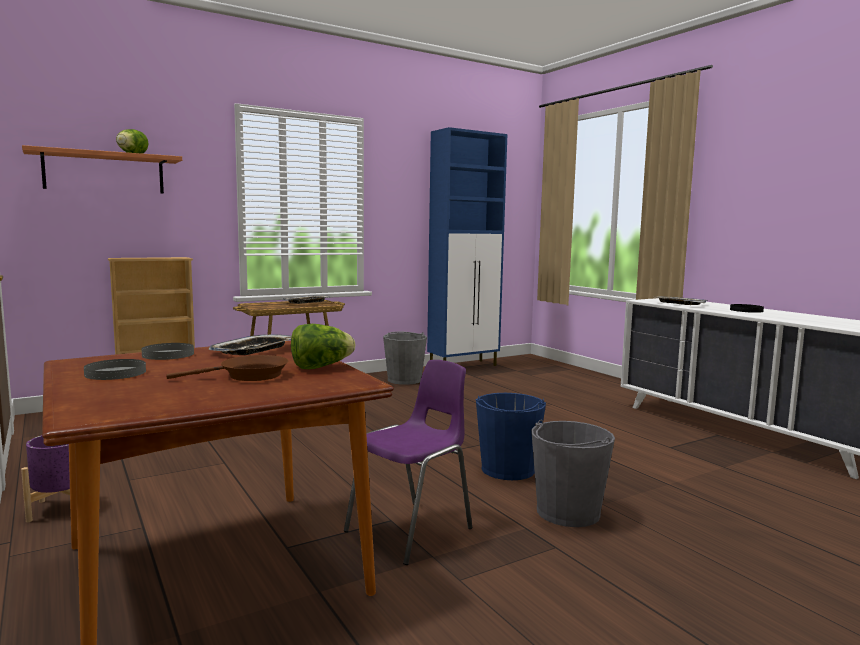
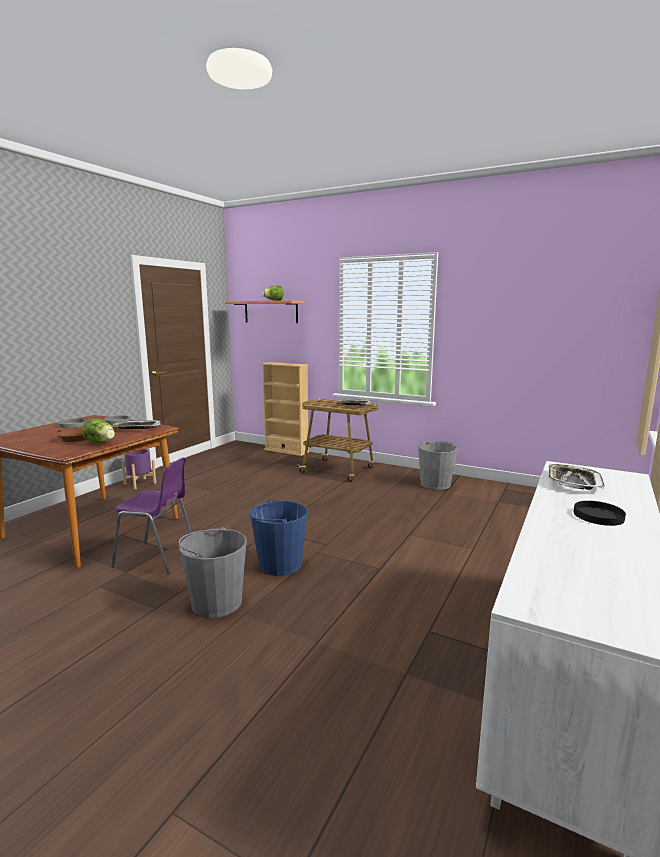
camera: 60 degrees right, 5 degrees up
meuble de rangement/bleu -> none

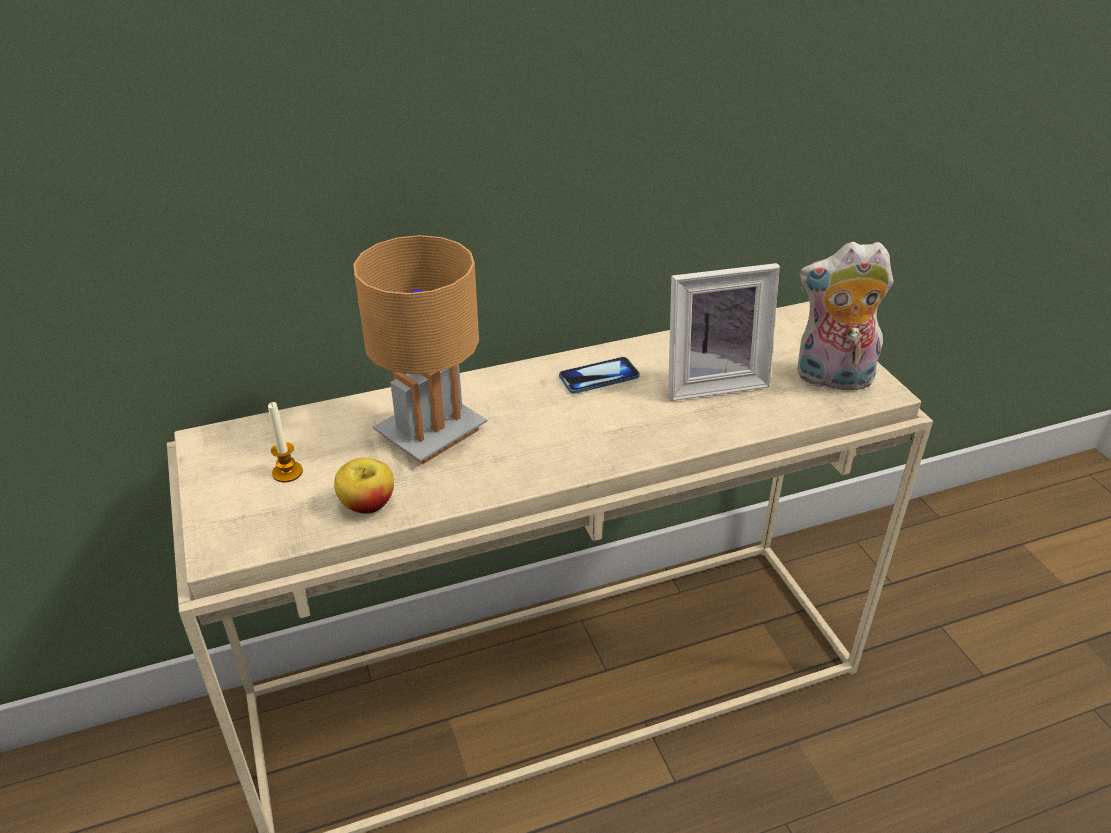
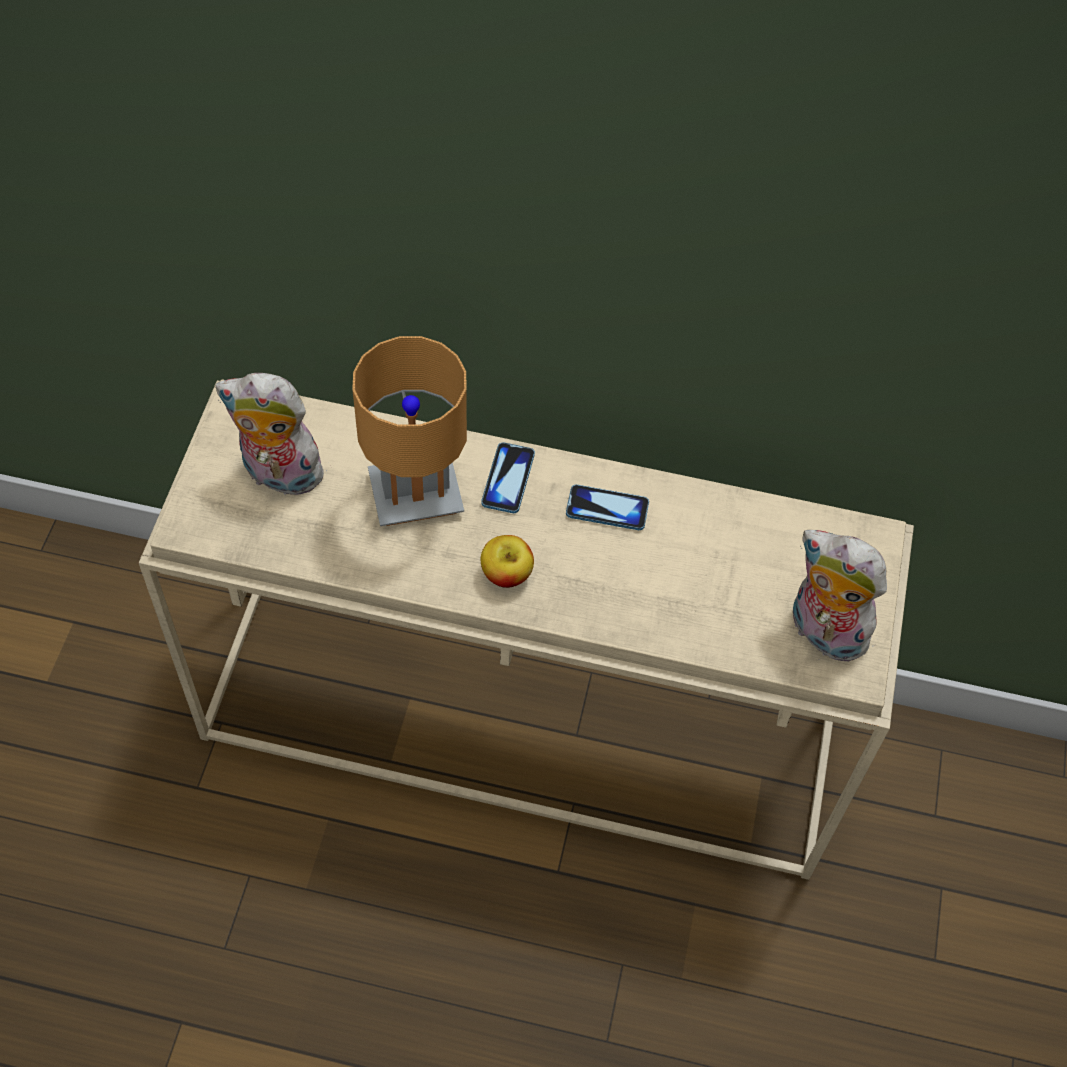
camera: 30 degrees right, 20 degrees up
bougie -> peluche (no. 1 from left)
pomme, relocated
cadre photo -> none
none -> téléphone (no. 1 from left)

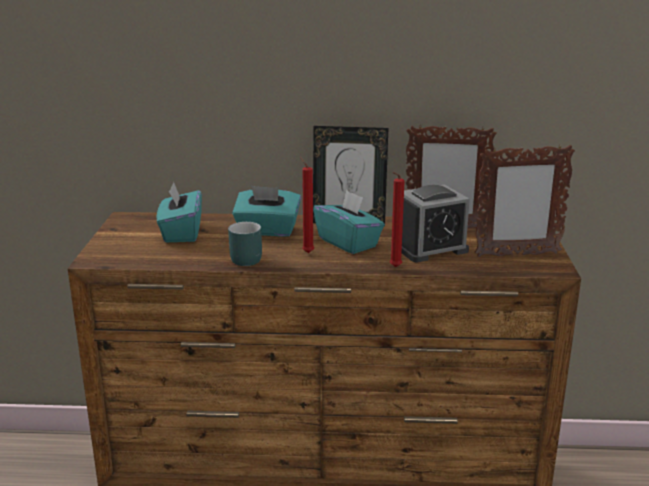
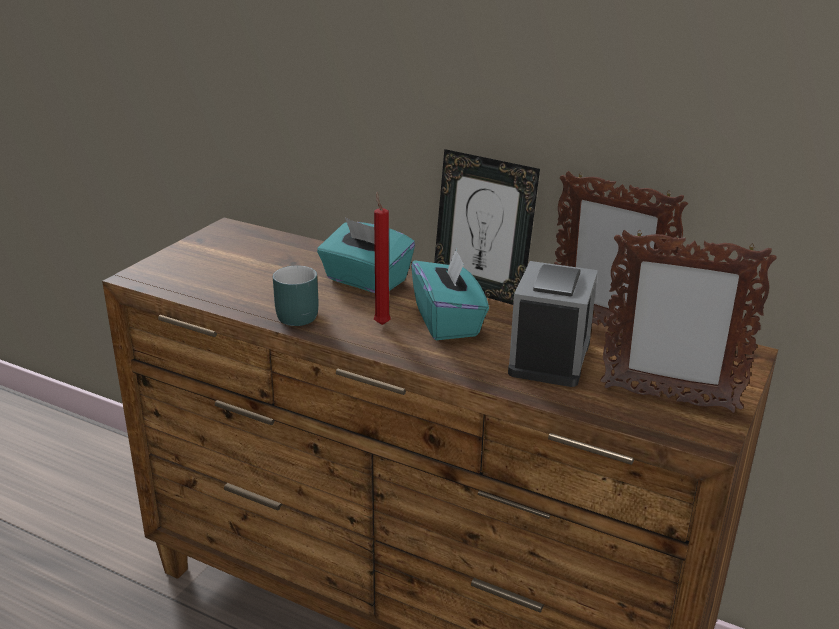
camera: 25 degrees right, 5 degrees up
boîte à mouchoirs/turquoise (no. 1 from left) -> none
bougie/rouge (no. 2 from left) -> none
réveil, 75 degrees counterclockwise

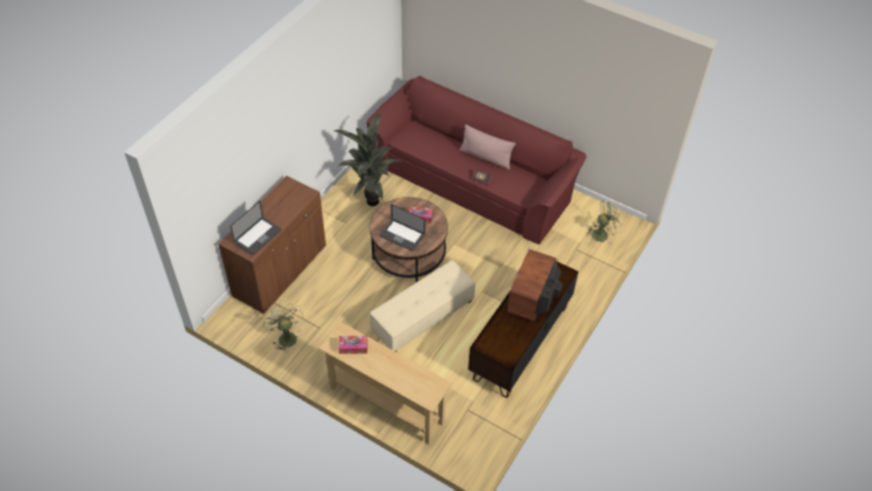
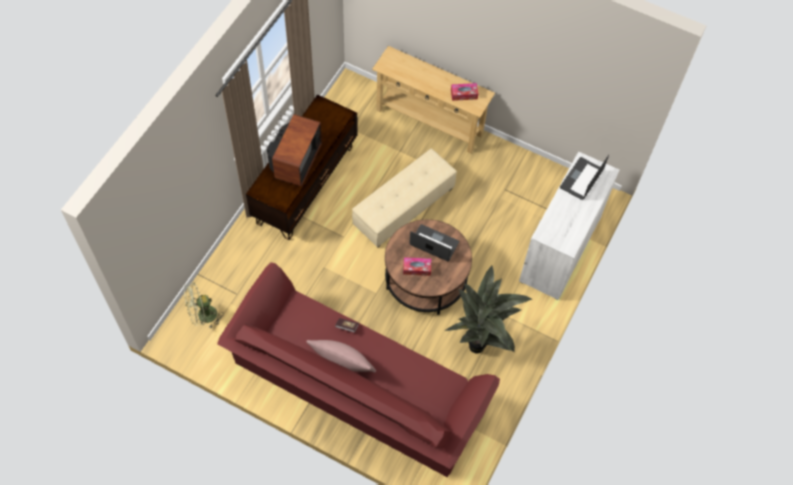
camera: 175 degrees right, 10 degrees up
meuble de rangement/marron -> meuble de rangement/blanc
ventilateur/vert (no. 1 from left) -> none

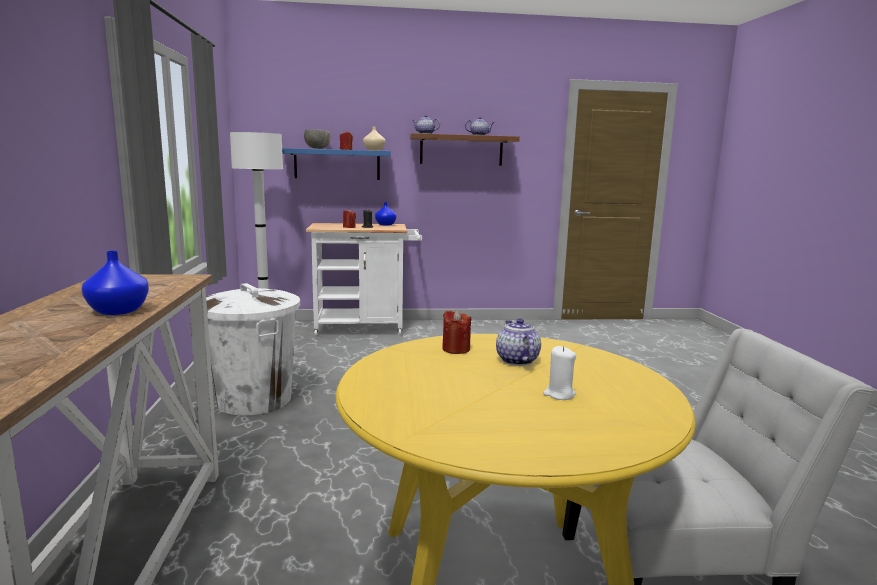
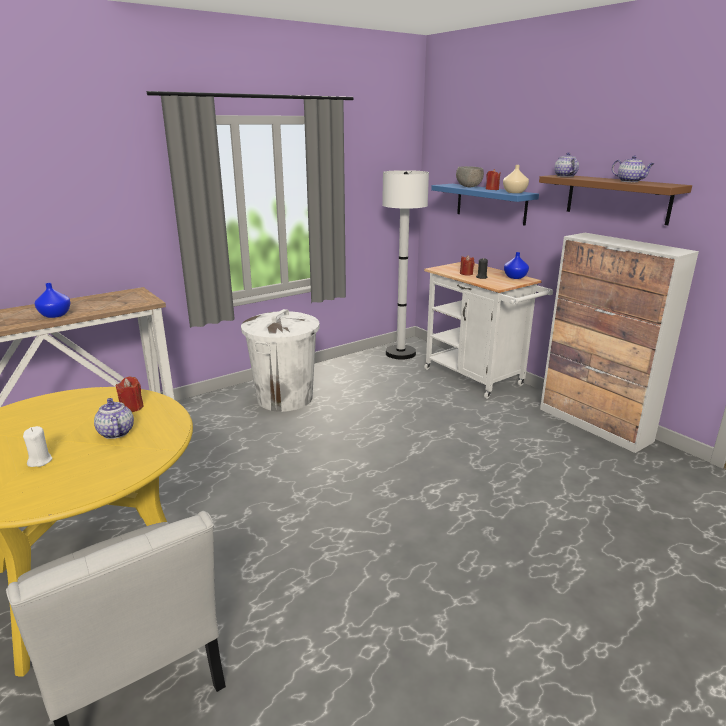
camera: 60 degrees right, 10 degrees up
théière (no. 3 from left in the first image) -> théière (no. 1 from left), 75 degrees counterclockwise
none -> meuble de rangement

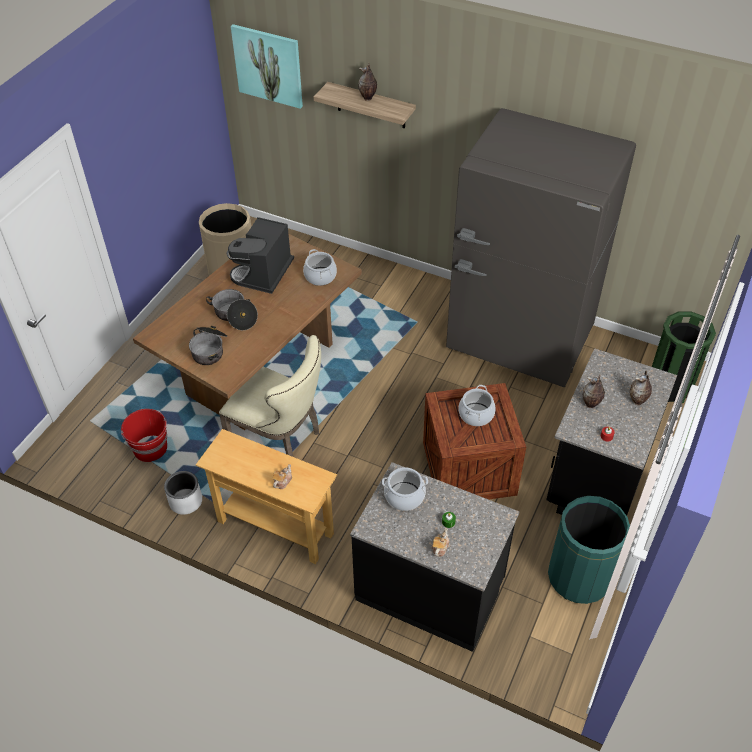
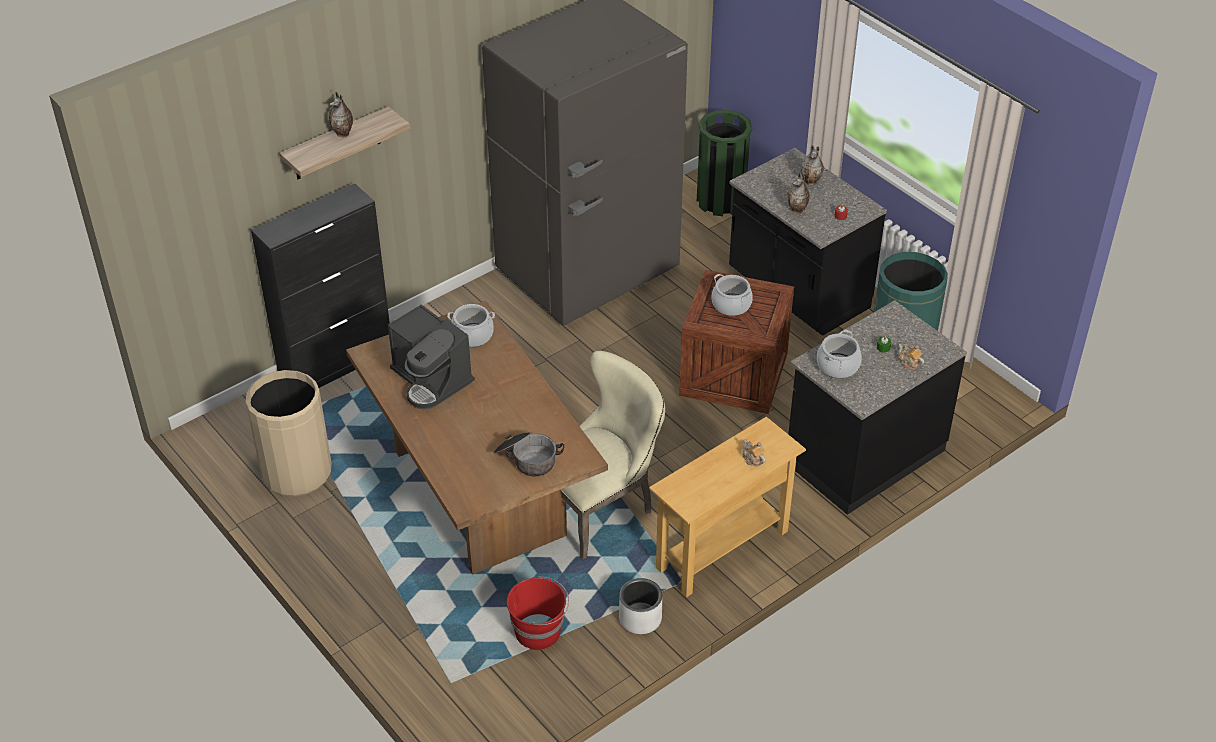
camera: 65 degrees left, 5 degrees down
marmite (no. 2 from left) -> none
tableau -> none
none -> meuble de rangement/noir

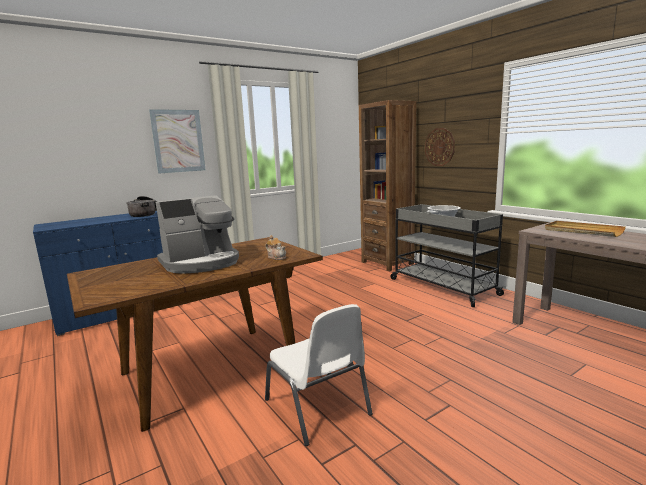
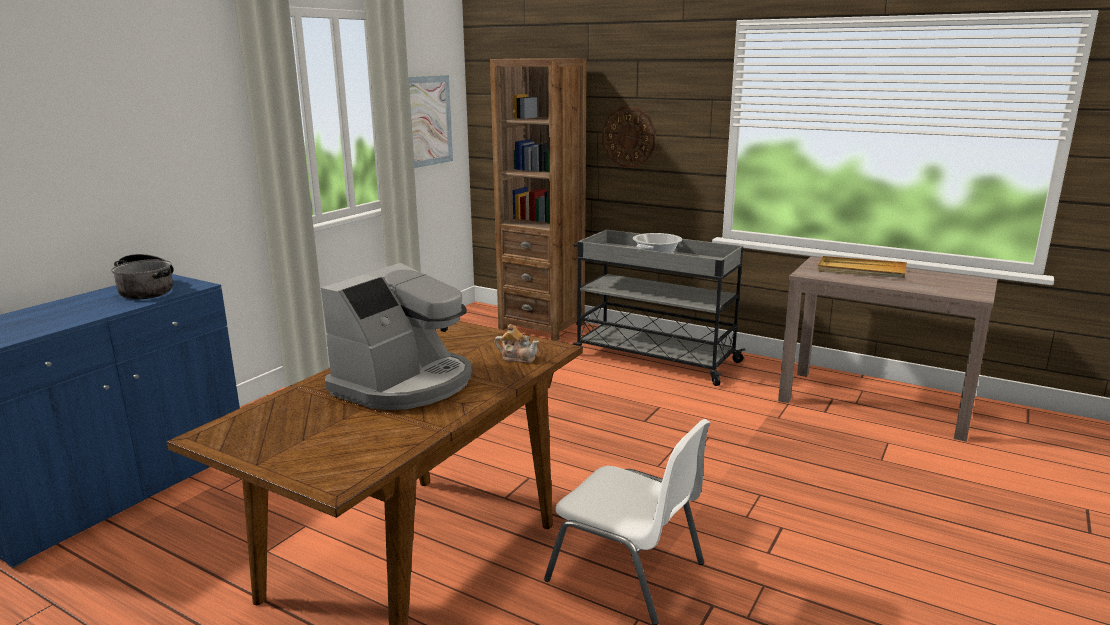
camera: 25 degrees left, 5 degrees up
tableau, relocated

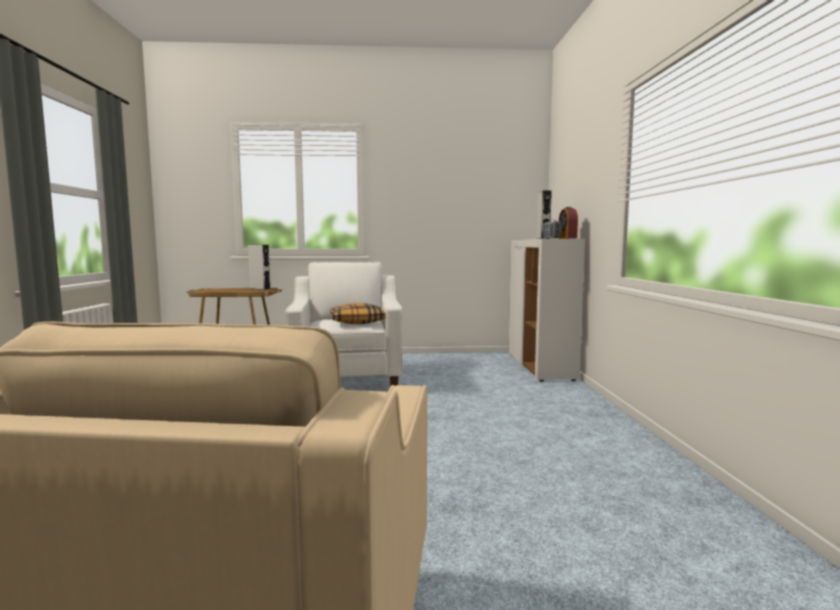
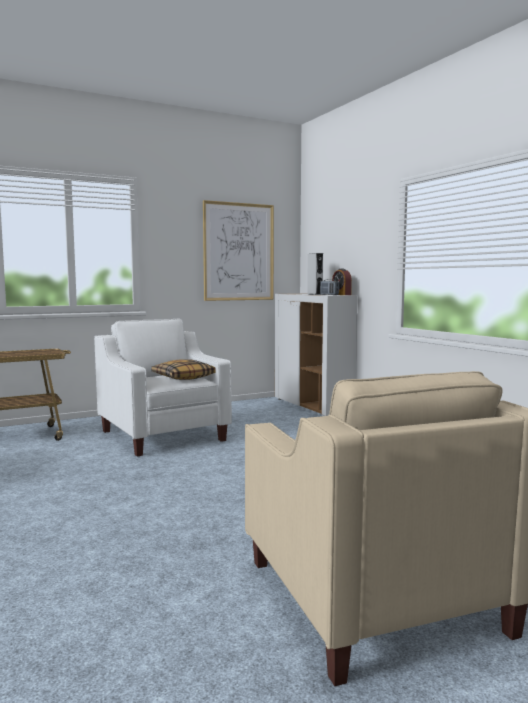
camera: 25 degrees left, 0 degrees up
enceinte/gris (no. 1 from left) -> none
none -> tableau

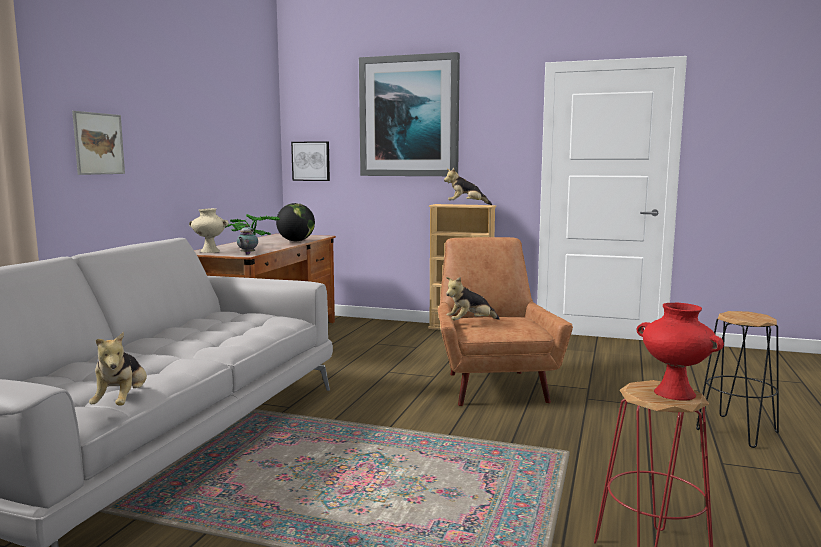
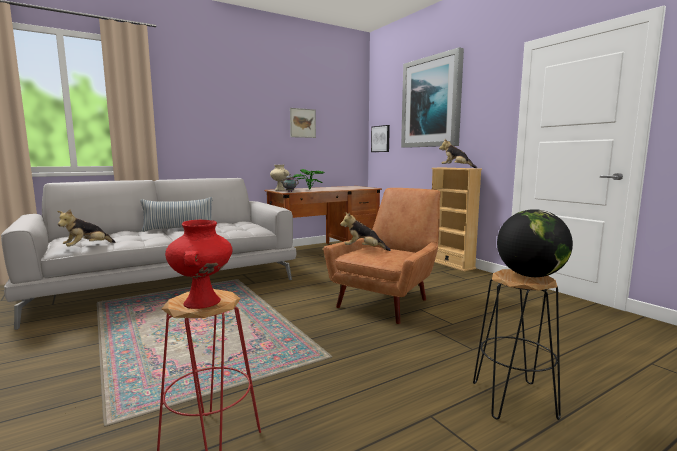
camera: 40 degrees right, 0 degrees up
tableau (no. 1 from left), relocated
globe, relocated
none -> coussin

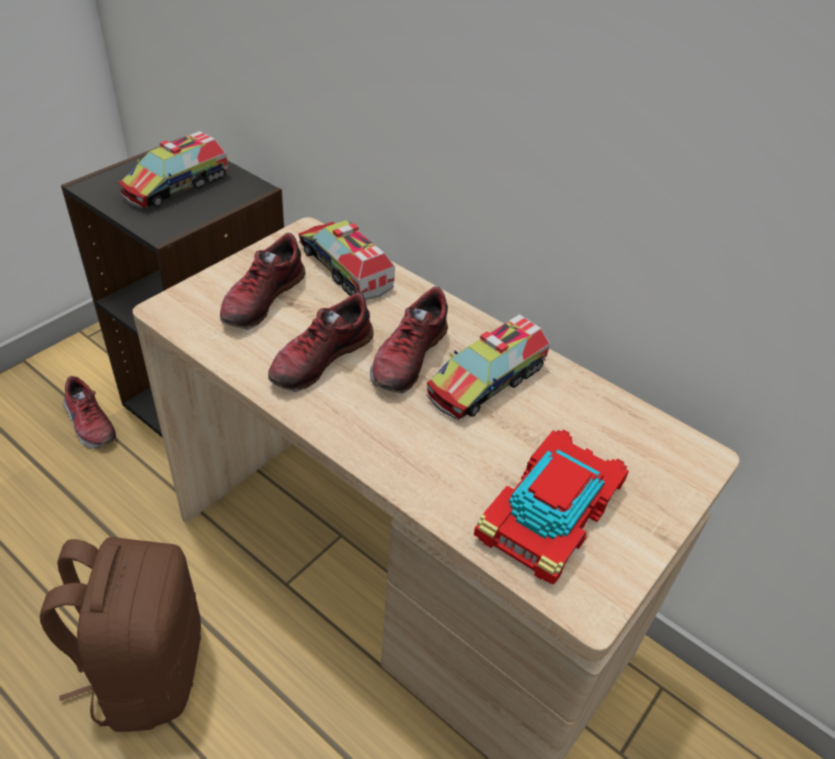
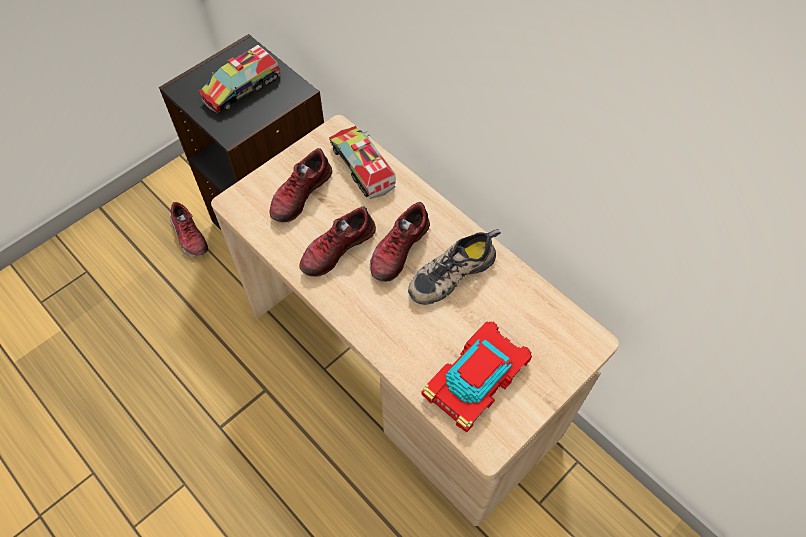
camera: 10 degrees right, 15 degrees up
sac à dos/marron -> none
camion jouet (no. 3 from left) -> chaussure (no. 5 from left)

